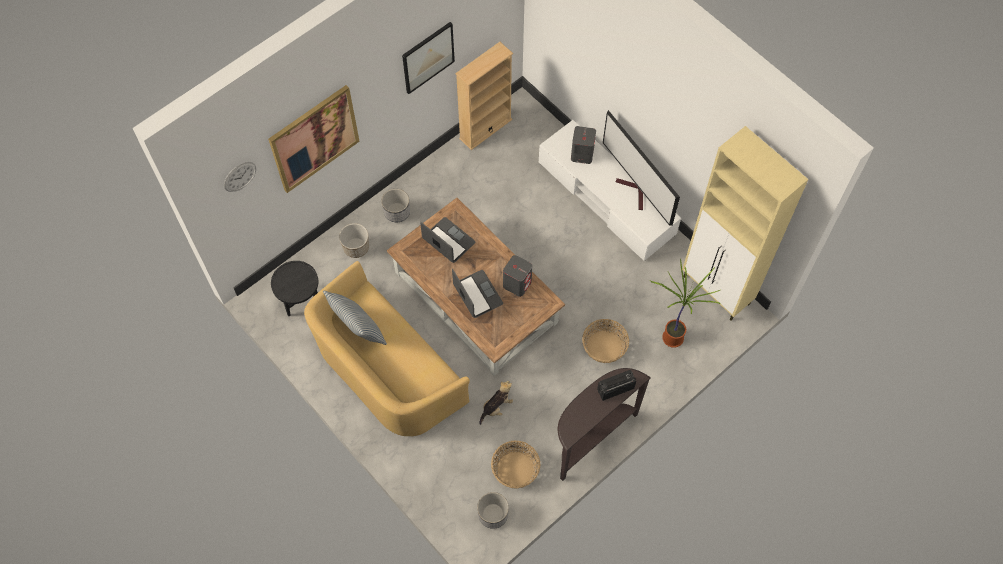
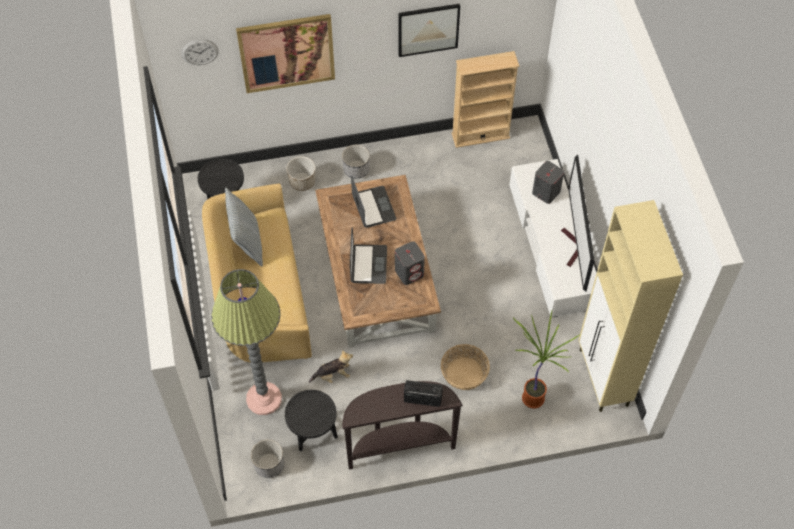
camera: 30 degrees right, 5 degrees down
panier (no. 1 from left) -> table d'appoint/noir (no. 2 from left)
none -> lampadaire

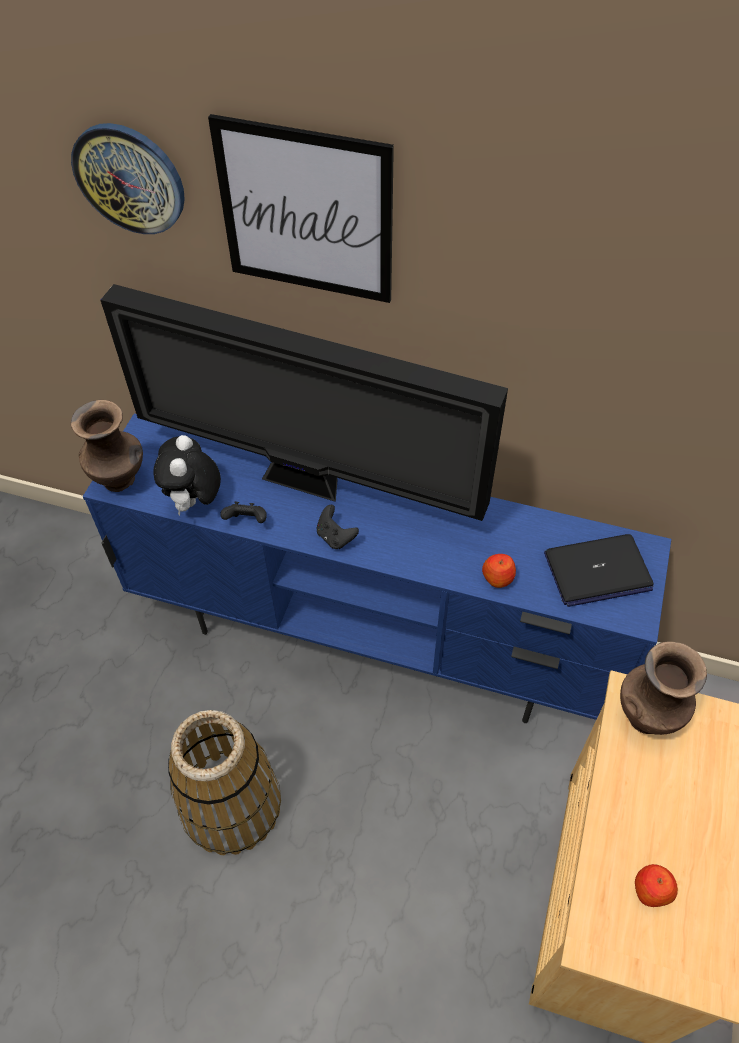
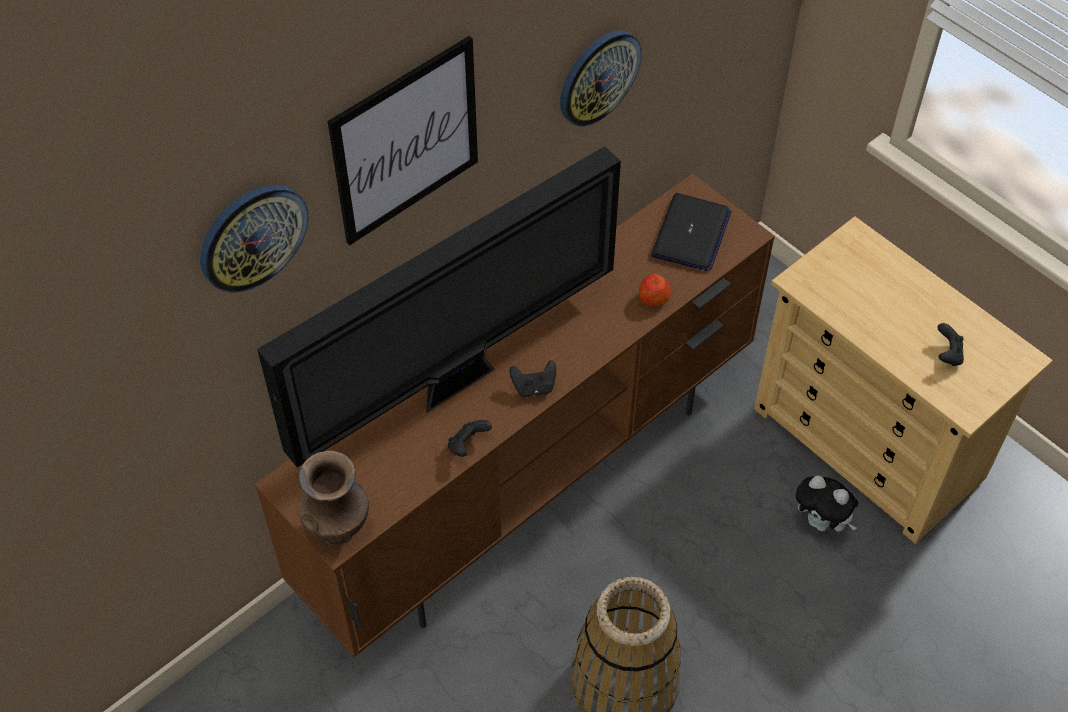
camera: 60 degrees left, 0 degrees up
meuble télé/bleu -> meuble télé/marron
peluche, relocated
vase/marron (no. 2 from left) -> none
pomme (no. 2 from left) -> manette/noir (no. 3 from left)
none -> horloge murale (no. 2 from left)

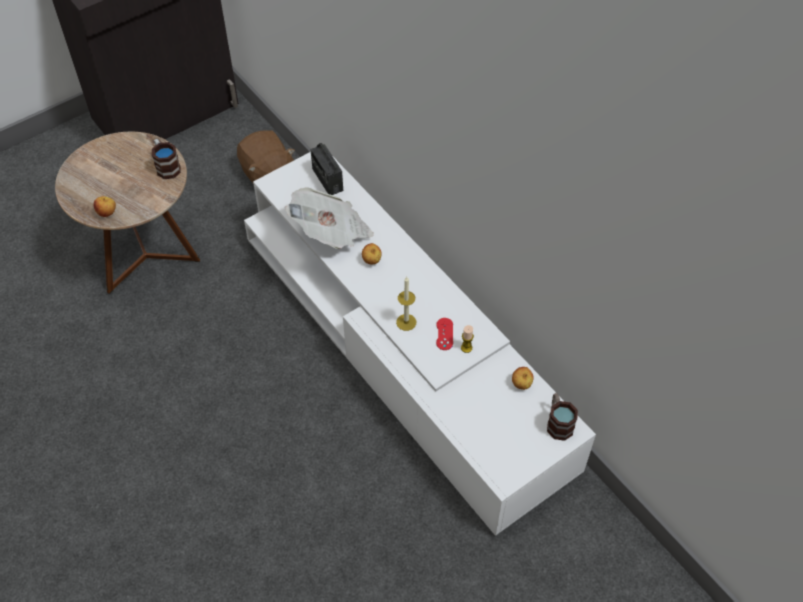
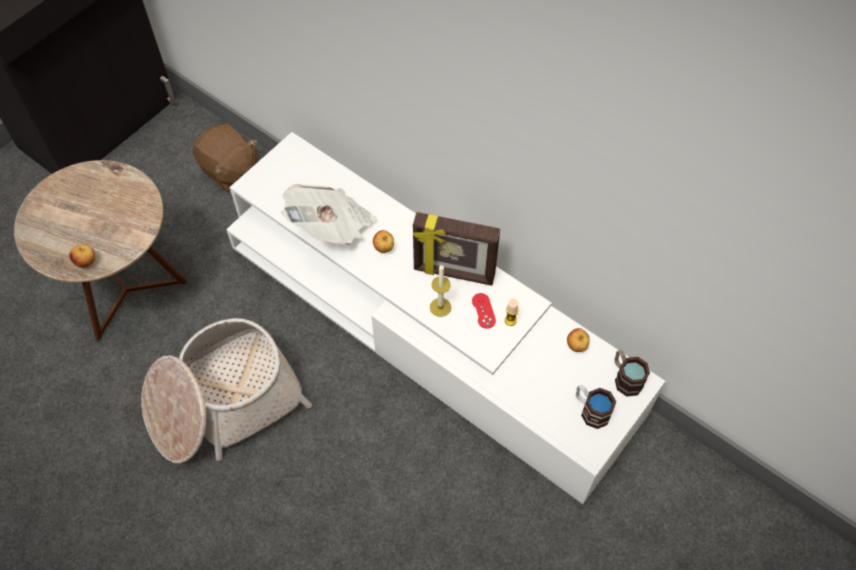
camera: 15 degrees left, 5 degrees up
mug (no. 1 from left), relocated
radio -> none
none -> panier
none -> cadre photo

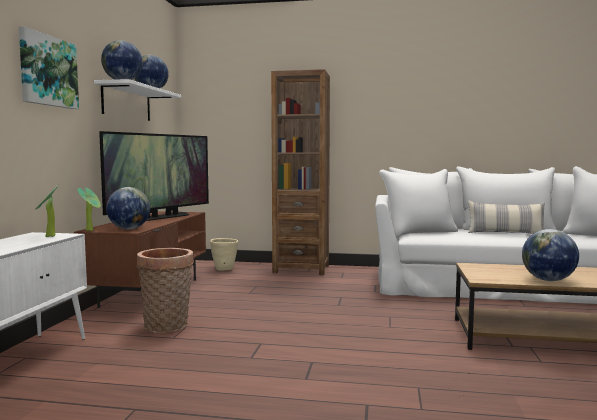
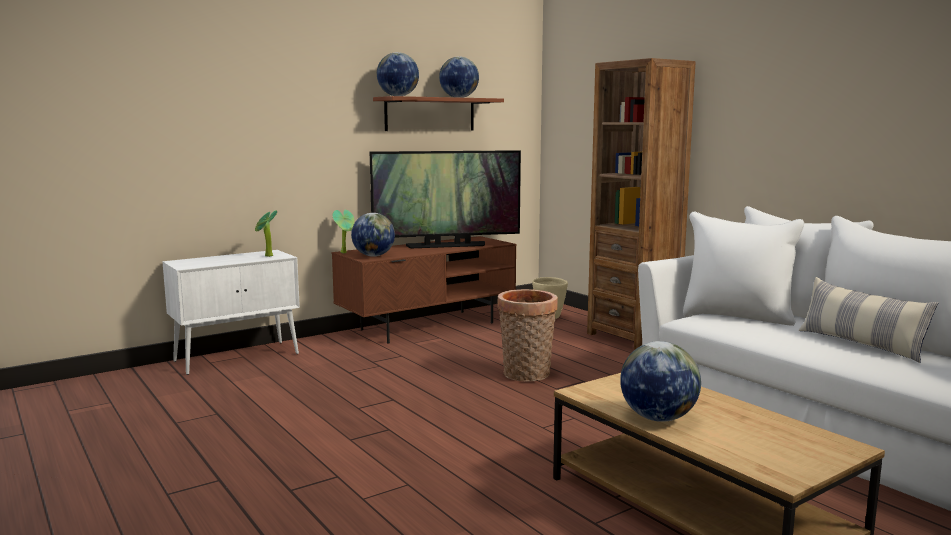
camera: 45 degrees right, 5 degrees up
tableau -> none
étagère/blanc -> étagère/marron
panier, relocated

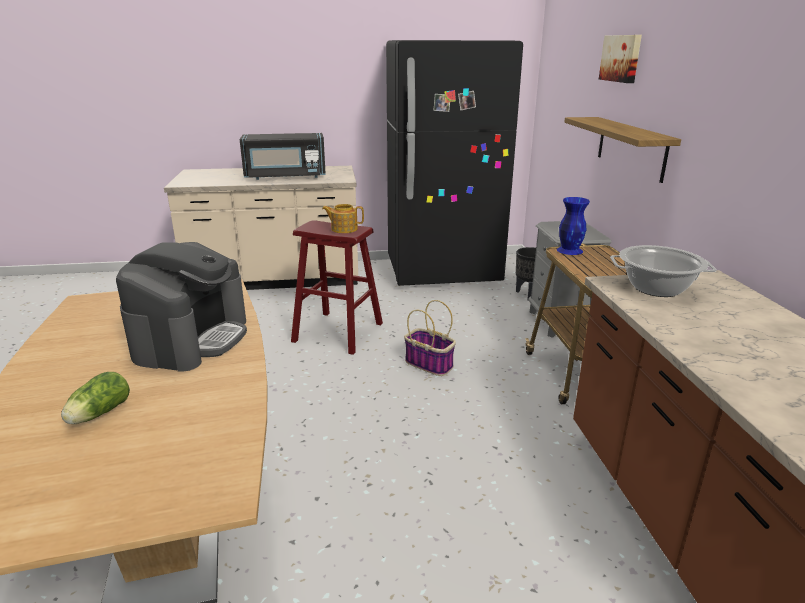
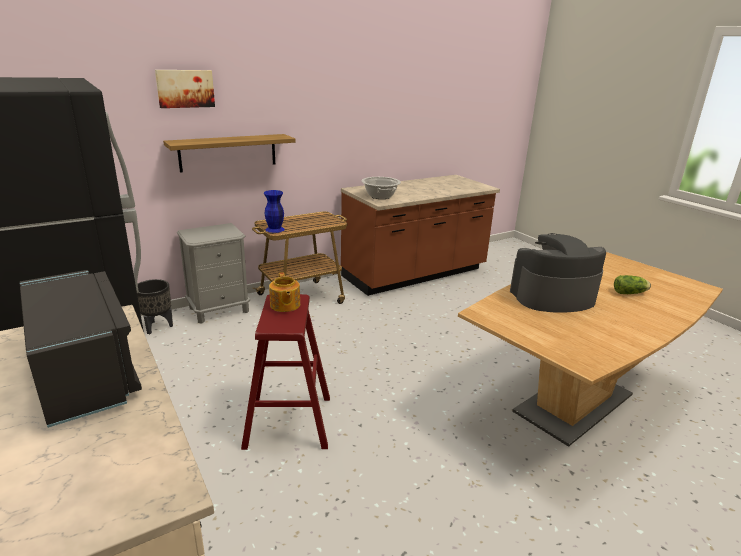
camera: 115 degrees left, 0 degrees up
panier -> none

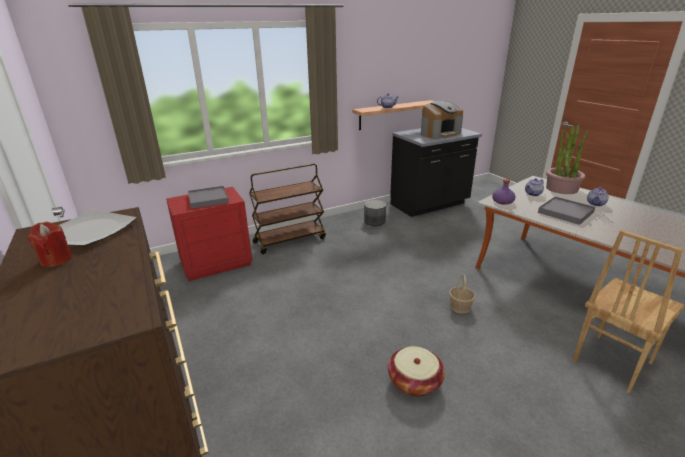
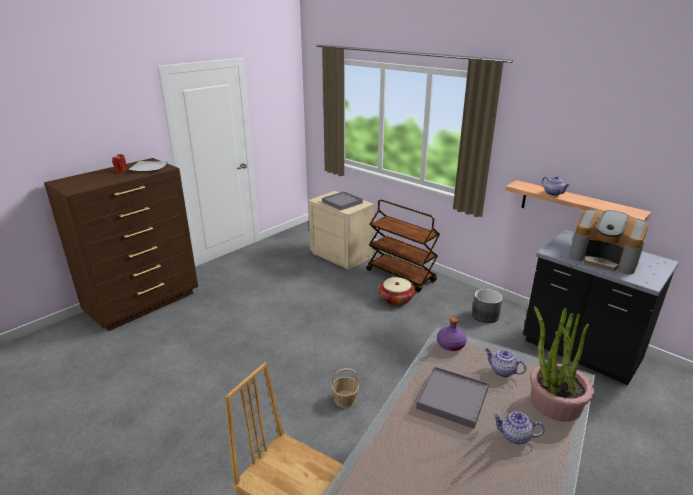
camera: 70 degrees right, 0 degrees up
table de chevet/rouge -> table de chevet/beige
panier (no. 1 from left in the first image) -> panier (no. 2 from left), relocated

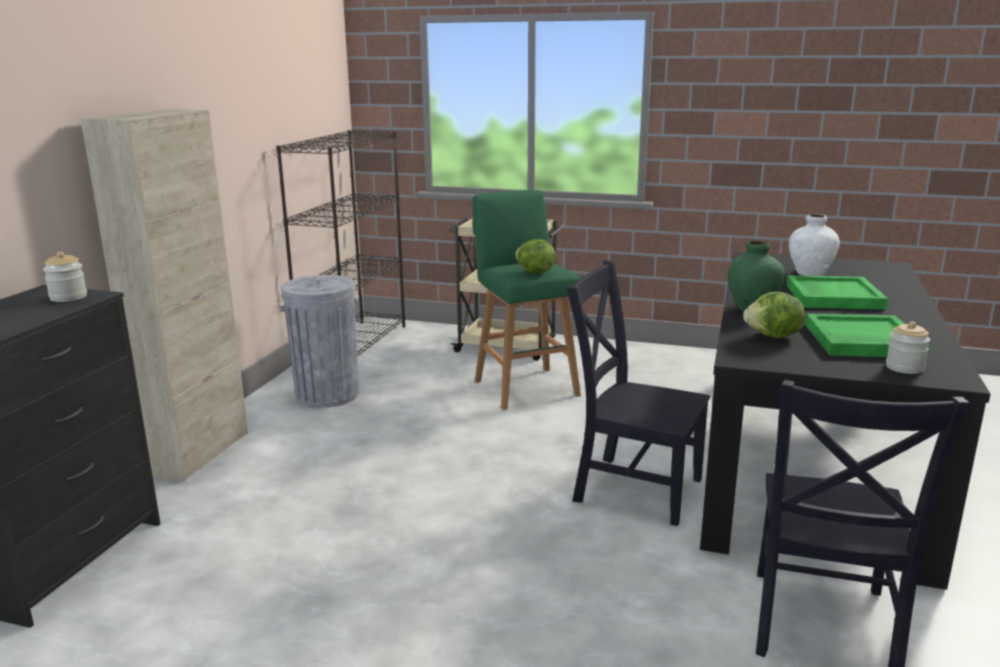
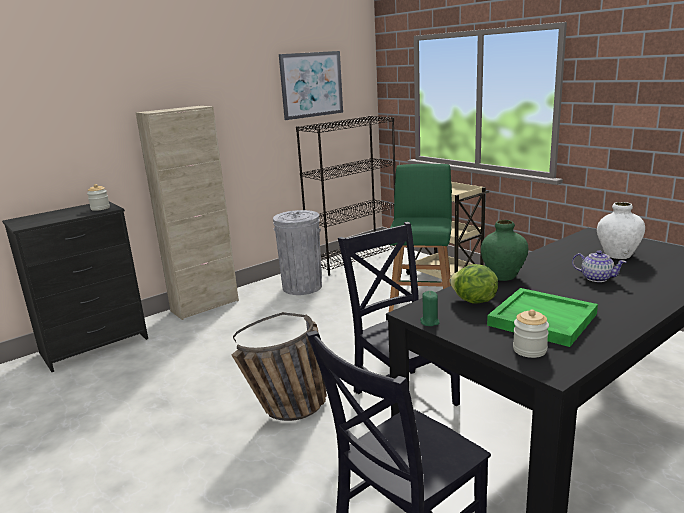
camera: 35 degrees right, 0 degrees up
laitue (no. 1 from left) -> none
plateau/vert (no. 1 from left) -> théière
none -> panier
none -> tableau
none -> bougie/vert

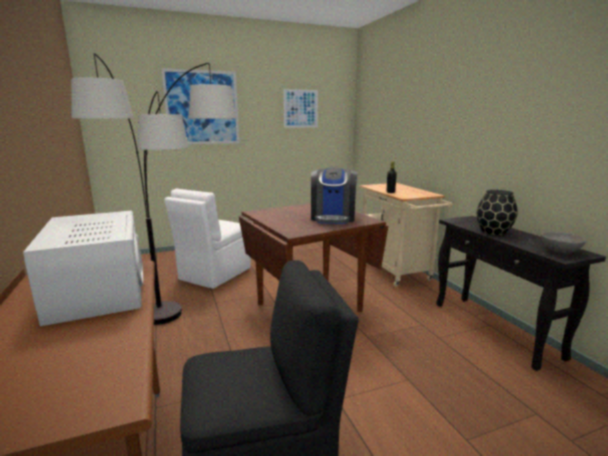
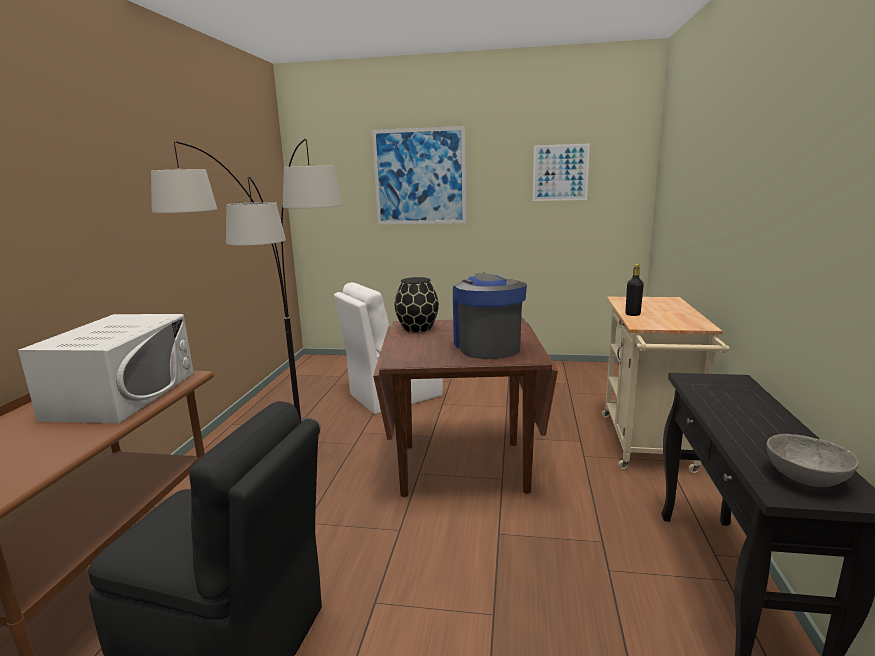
camera: 30 degrees right, 0 degrees up
machine à café, 135 degrees clockwise
vase/noir, relocated

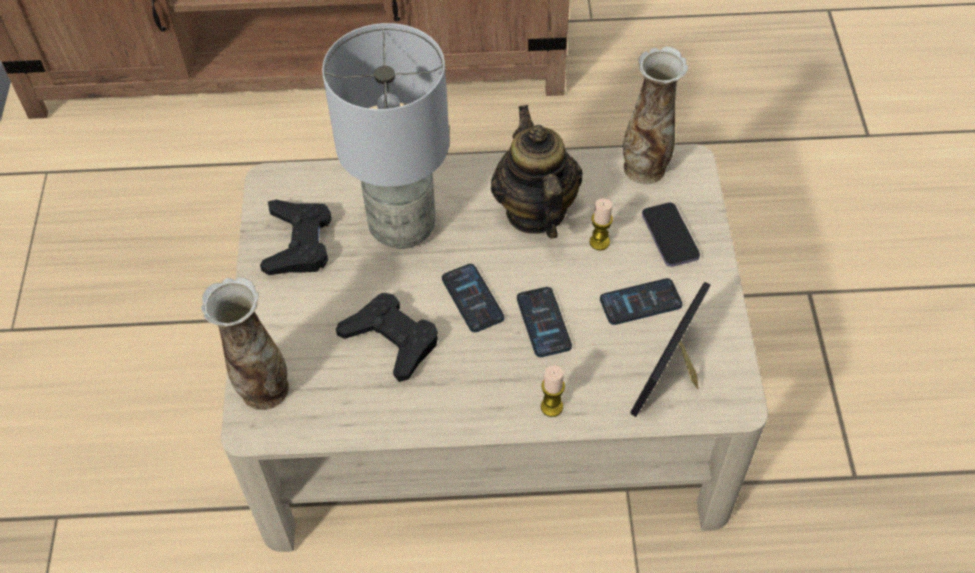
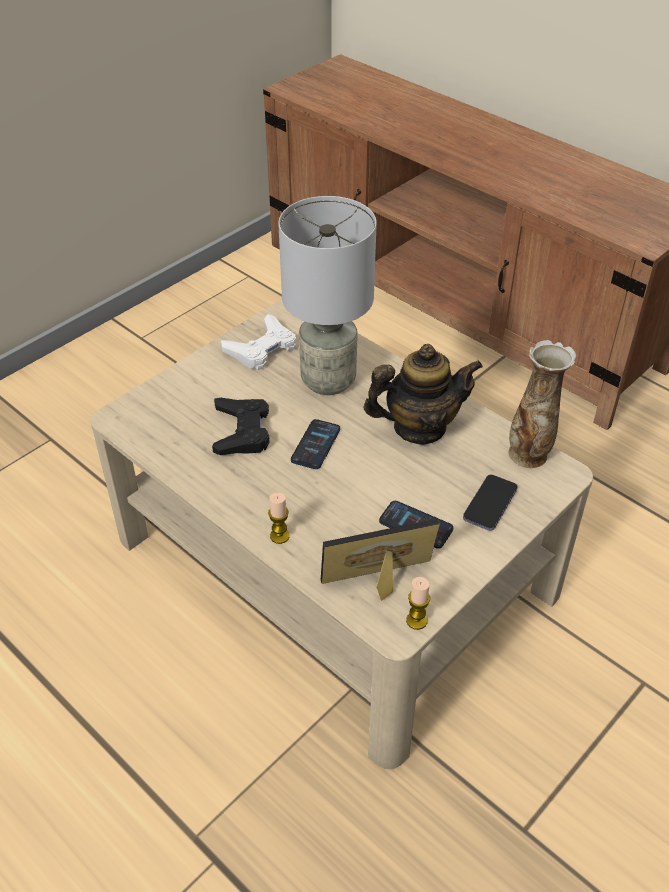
camera: 45 degrees right, 10 degrees down
vase (no. 1 from left) -> none
manette/noir (no. 1 from left) -> manette/blanc
théière, 45 degrees clockwise
téléphone (no. 2 from left) -> none
bougie (no. 2 from left), relocated

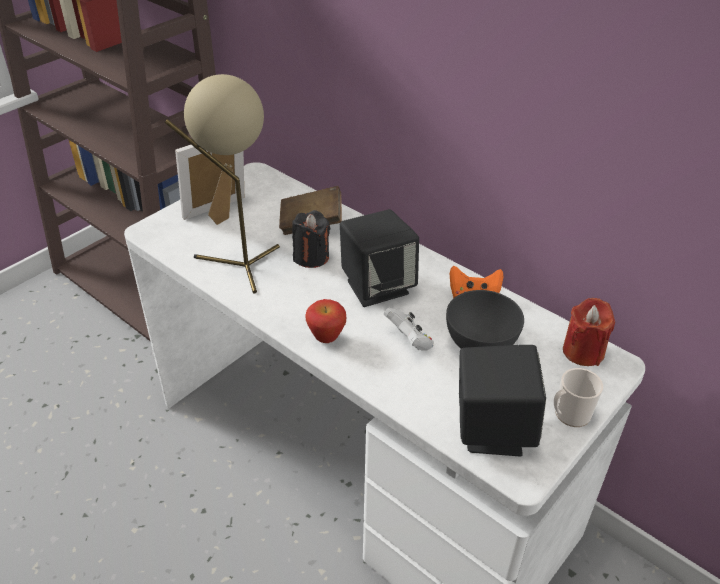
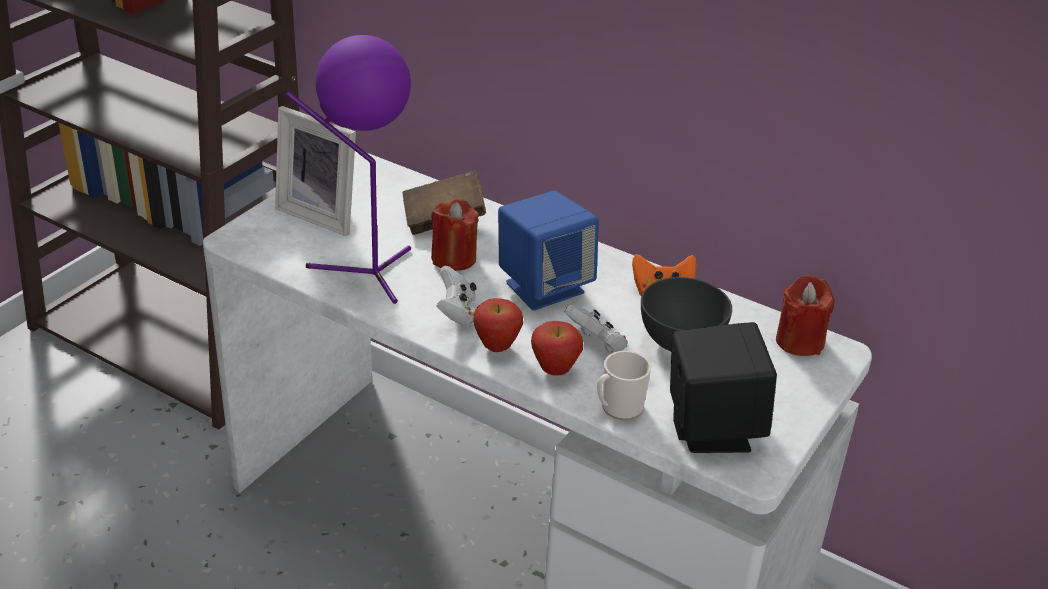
camera: 10 degrees left, 5 degrees down
lampe de table/beige -> lampe de table/violet
cadre photo, 105 degrees counterclockwise
bougie/noir -> bougie/rouge (no. 1 from left)
enceinte/noir (no. 1 from left) -> enceinte/bleu
mug, relocated
none -> manette/blanc (no. 1 from left)
none -> pomme (no. 2 from left)

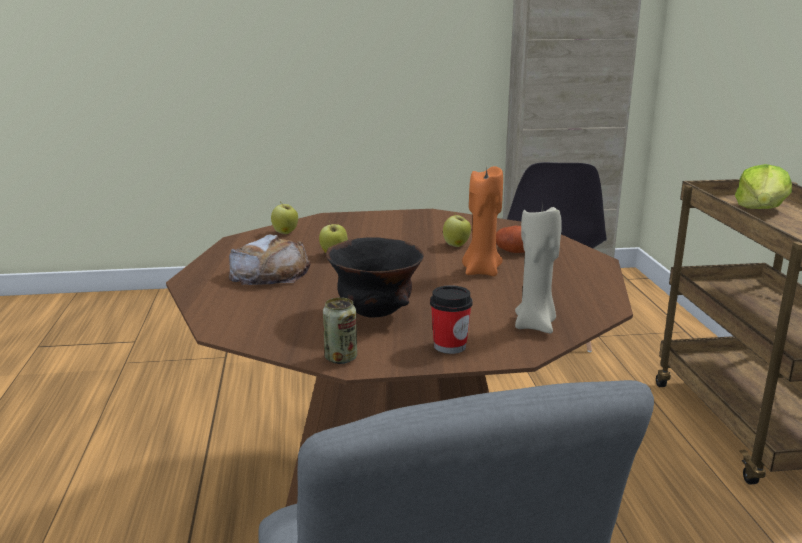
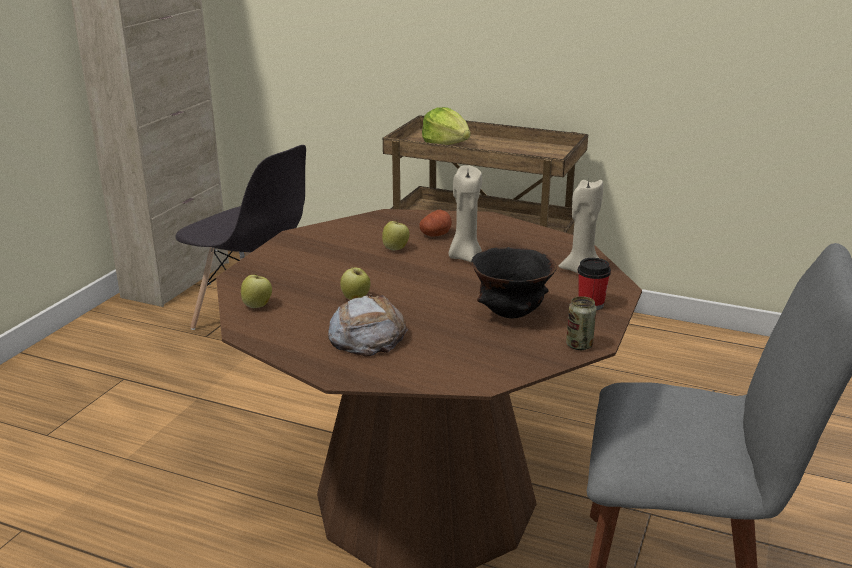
camera: 60 degrees left, 5 degrees up
bougie/orange -> bougie/beige (no. 1 from left)

